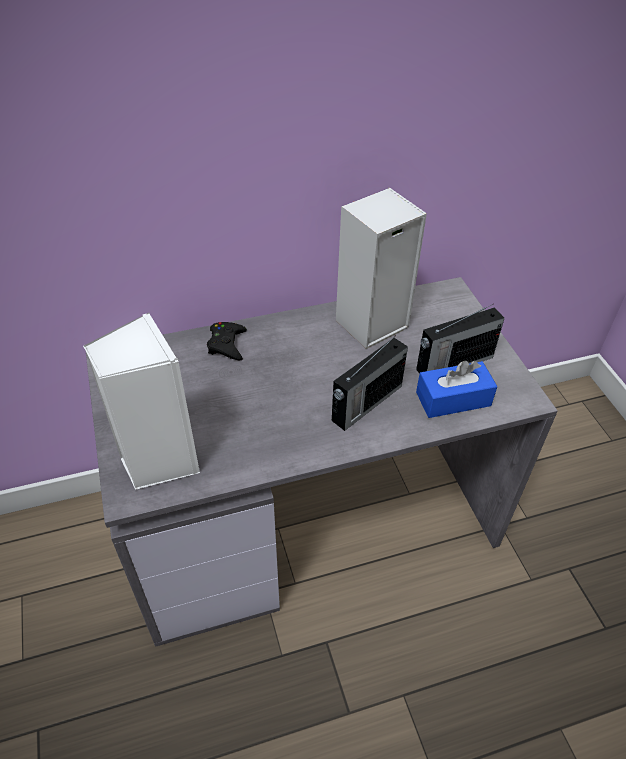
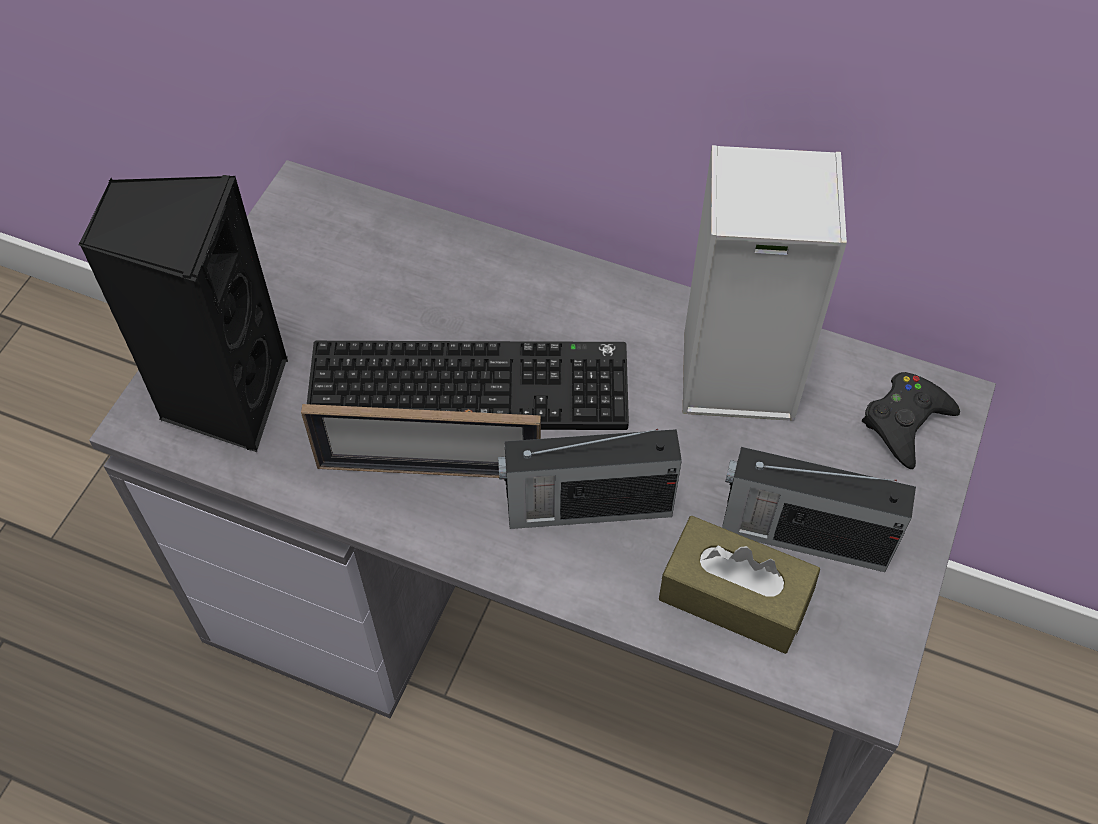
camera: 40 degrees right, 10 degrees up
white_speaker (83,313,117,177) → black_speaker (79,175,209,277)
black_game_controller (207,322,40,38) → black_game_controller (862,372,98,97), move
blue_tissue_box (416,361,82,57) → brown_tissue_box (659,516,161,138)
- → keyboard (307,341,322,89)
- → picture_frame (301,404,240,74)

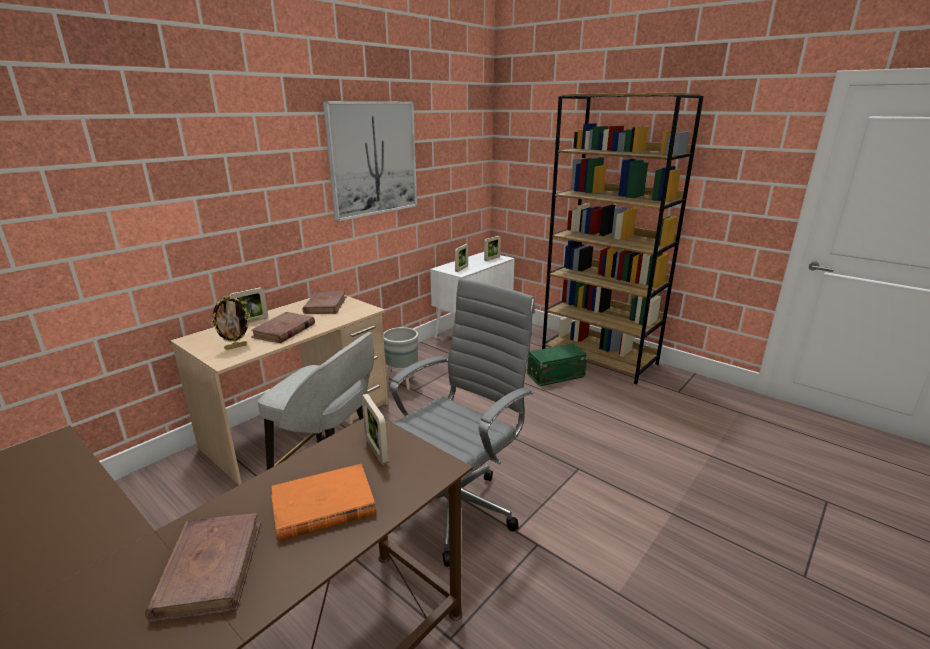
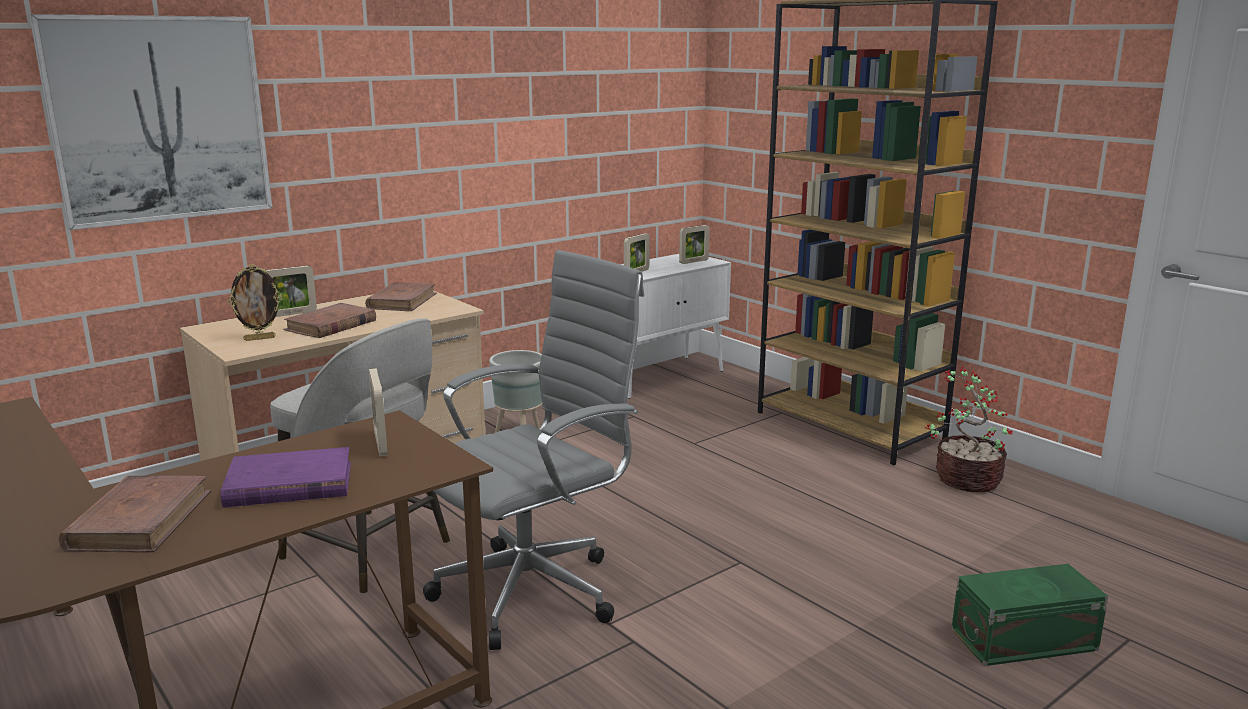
camera: 10 degrees right, 5 degrees down
picture (323,101,94,120) → picture (29,14,243,216), move
green_storage_box (527,344,60,42) → green_storage_box (952,564,156,102), move
orange_book (271,464,105,78) → purple_book (221,447,130,61)
- → potted_plant (925,366,87,126)

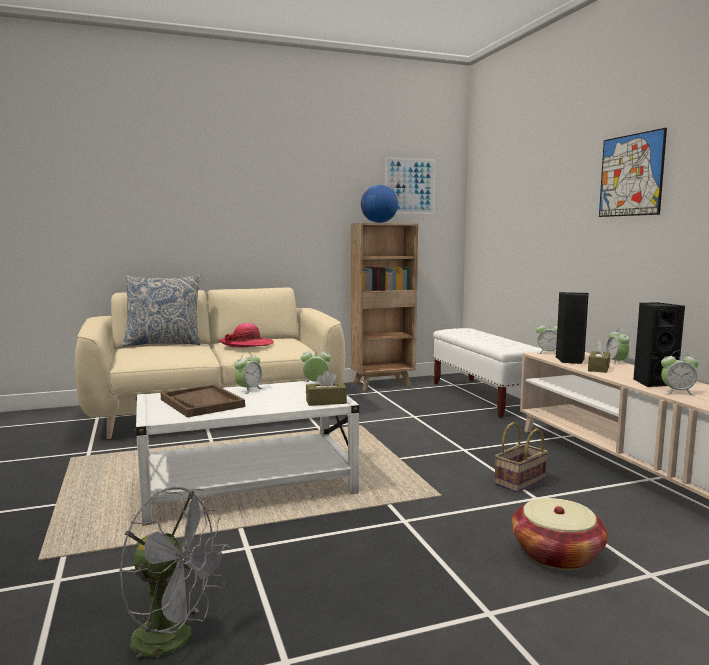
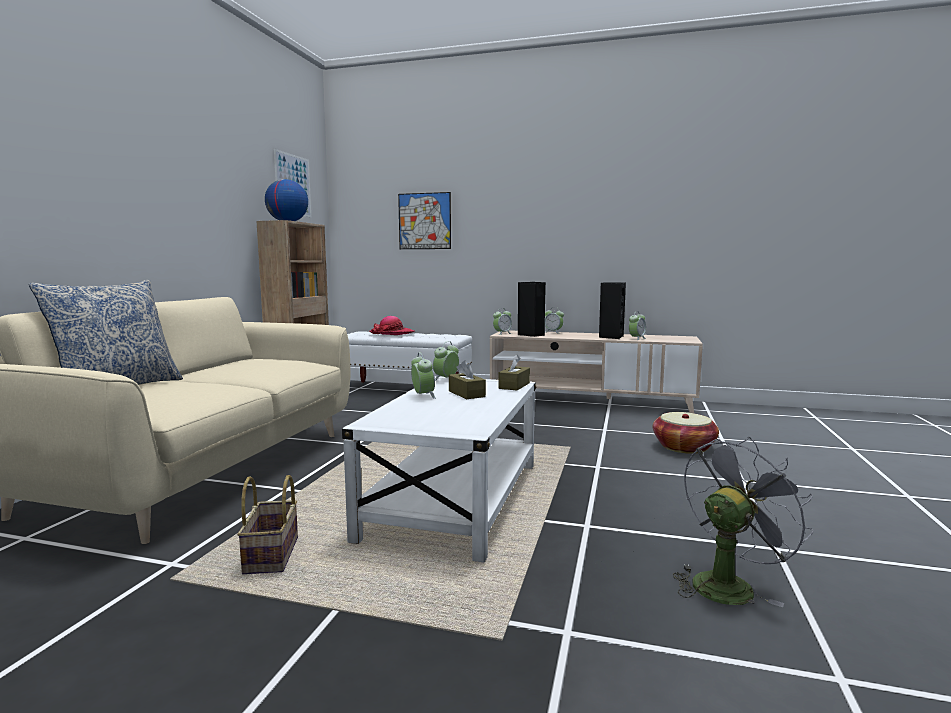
camera: 55 degrees left, 0 degrees up
picture (599,128,68,89) → picture (398,192,53,57), move
hat (219,323,55,24) → hat (369,316,46,19), move
brown_tissue_box (588,341,22,32) → brown_tissue_box (449,360,37,39), move
brown_tray (161,384,84,34) → -
basket (495,422,53,71) → basket (237,475,61,99), move

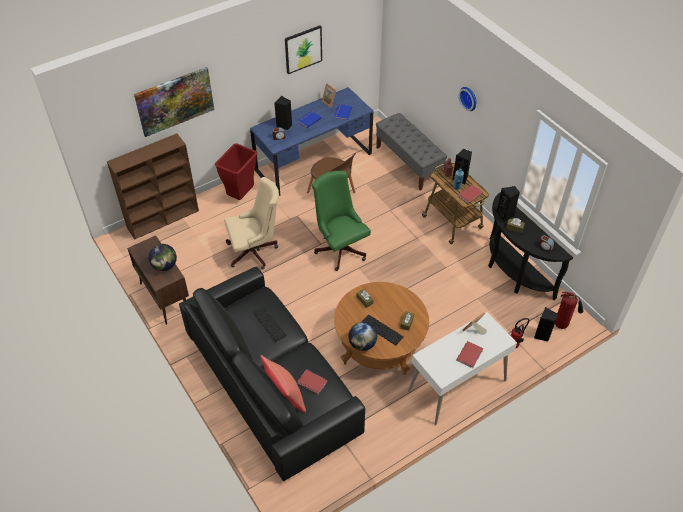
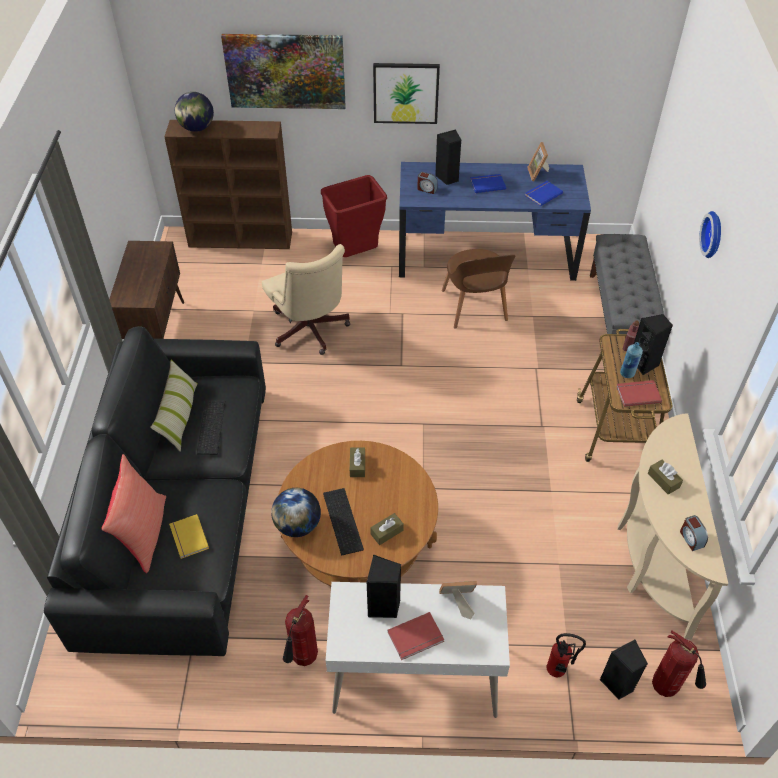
camera: 35 degrees right, 0 degrees up
picture (285,25,37,49) → picture (373,63,67,61), move
green_office_chair (312,171,59,100) → -
beige_office_chair (224,177,55,92) → beige_office_chair (262,244,88,111), 45 degrees clockwise
black_speaker (496,186,24,36) → black_speaker (367,555,34,63), move
black_console_table (488,192,85,108) → beige_console_table (617,414,111,226)
globe (149,244,28,27) → globe (175,92,39,40), move
red_book (297,369,31,25) → yellow_book (169,514,40,45)
- → pillow (150,360,48,92)
- → fire_extinguisher (283,595,35,71)

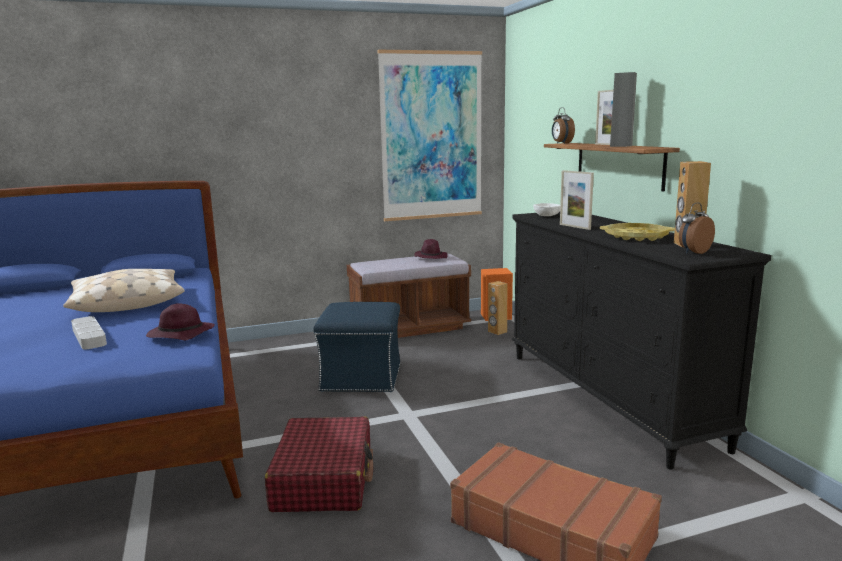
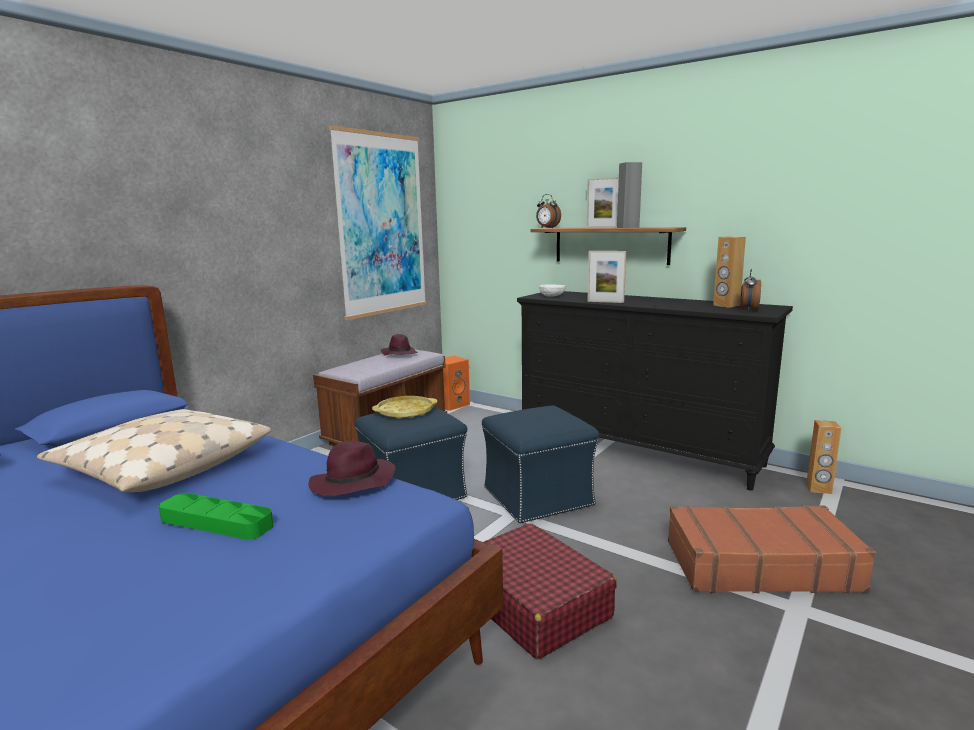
camera: 35 degrees left, 0 degrees up
yellow_tray (600,223,75,18) → yellow_tray (372,396,66,23), move
brown_speaker (488,281,19,54) → brown_speaker (806,420,35,74), move
grey_tray (71,316,36,33) → green_tray (158,493,115,47)
- → blue_ottoman (482,405,118,119)

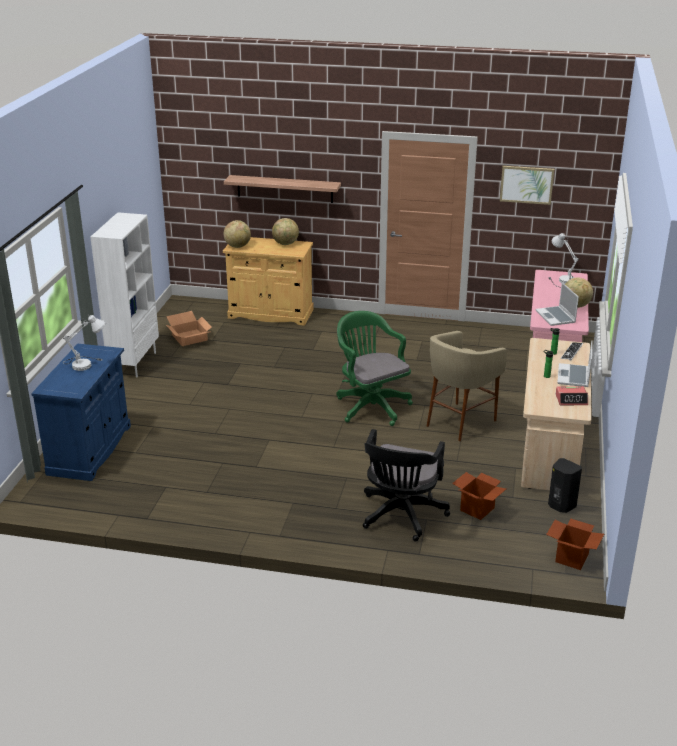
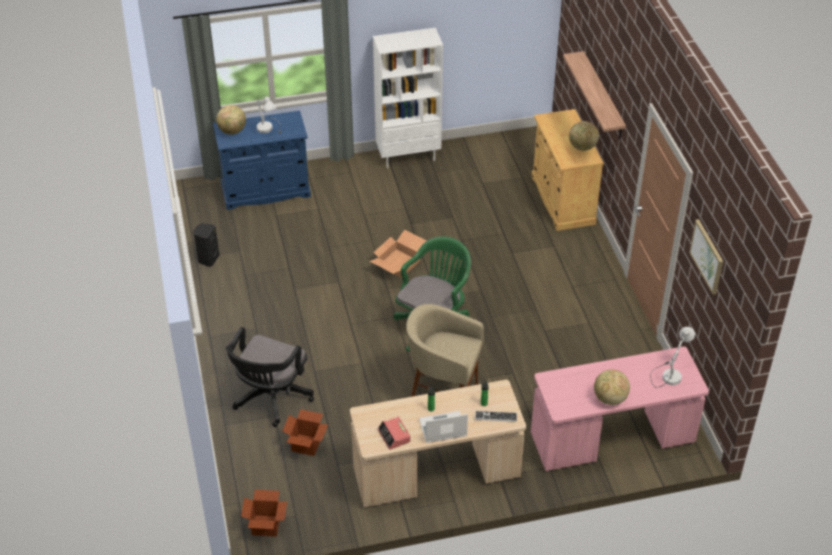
camera: 65 degrees right, 15 degrees up
globe (224,220,27,28) → globe (217,105,29,29), move
laptop (536,282,43,44) → -
cardboard_box (166,311,46,35) → cardboard_box (370,230,56,48), move
black_office_chair (363,429,87,113) → black_office_chair (226,327,88,100), 60 degrees counterclockwise
black_speaker (548,458,34,55) → black_speaker (193,223,26,44), move

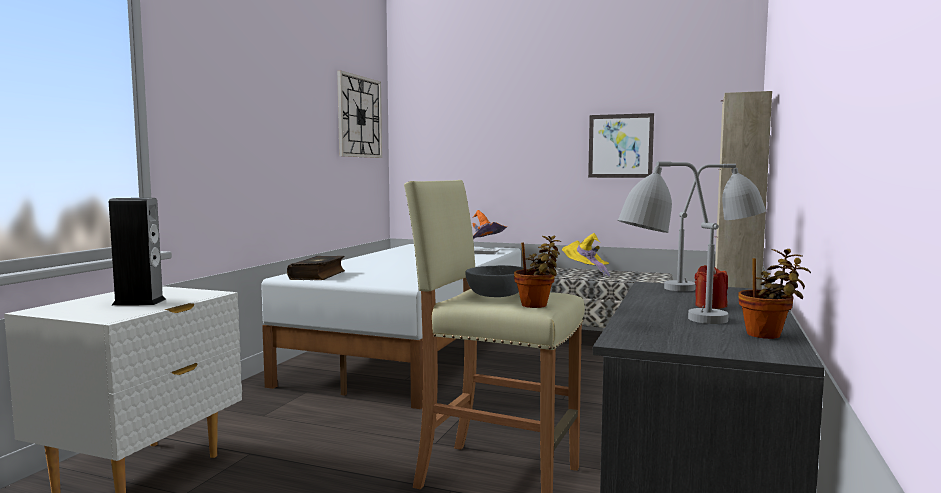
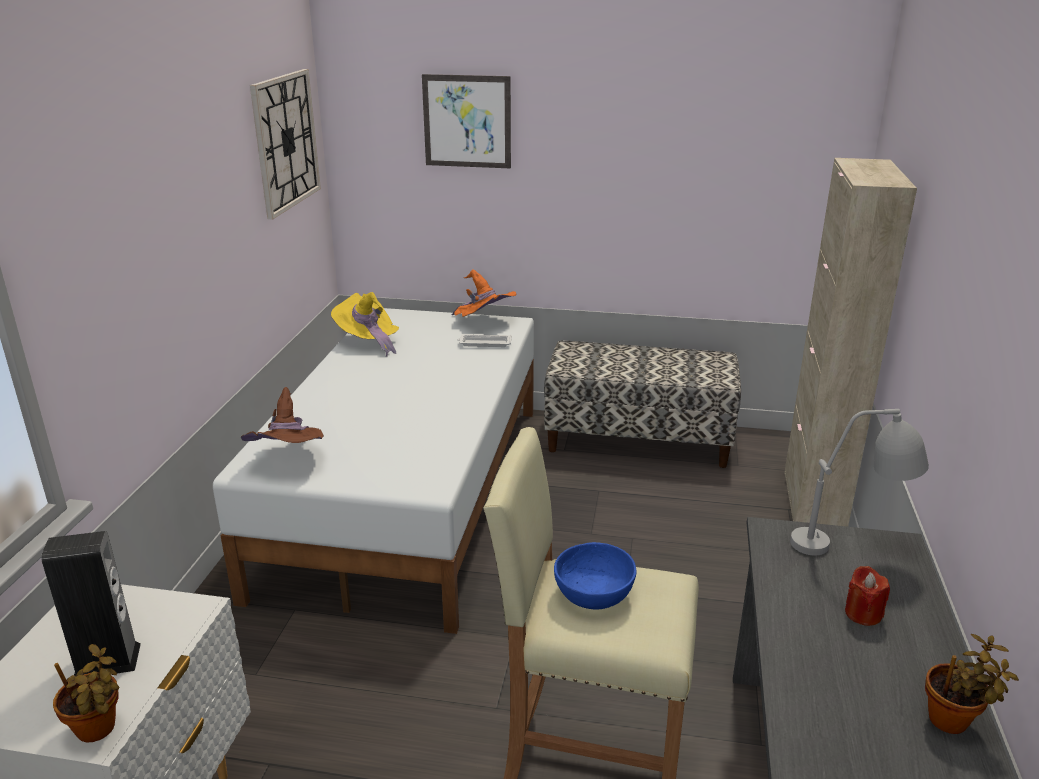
camera: 10 degrees left, 20 degrees up
picture (588,113,66,65) → picture (422,74,89,94), move
grey_table_lamp (618,161,111,163) → -
yellow_hat (562,233,48,44) → yellow_hat (331,292,68,64), move
potted_plant (514,236,47,72) → potted_plant (53,644,66,99), move
book (287,256,58,24) → brown_hat (241,387,83,56)
grey_bowl (465,265,62,32) → blue_bowl (554,542,83,67)

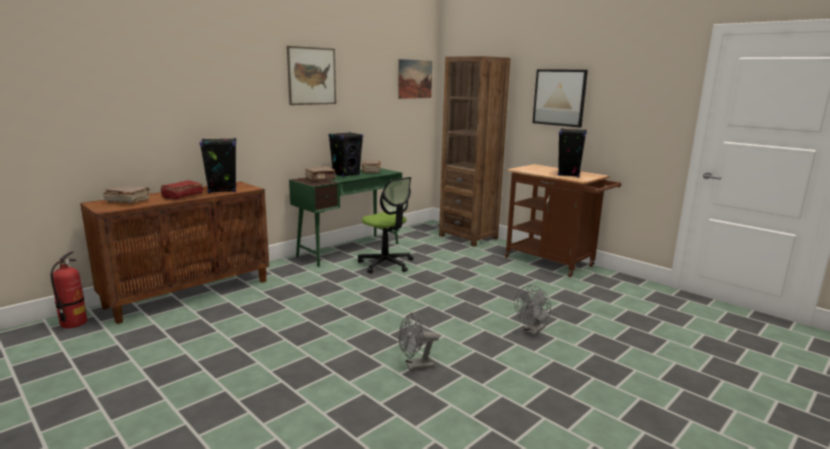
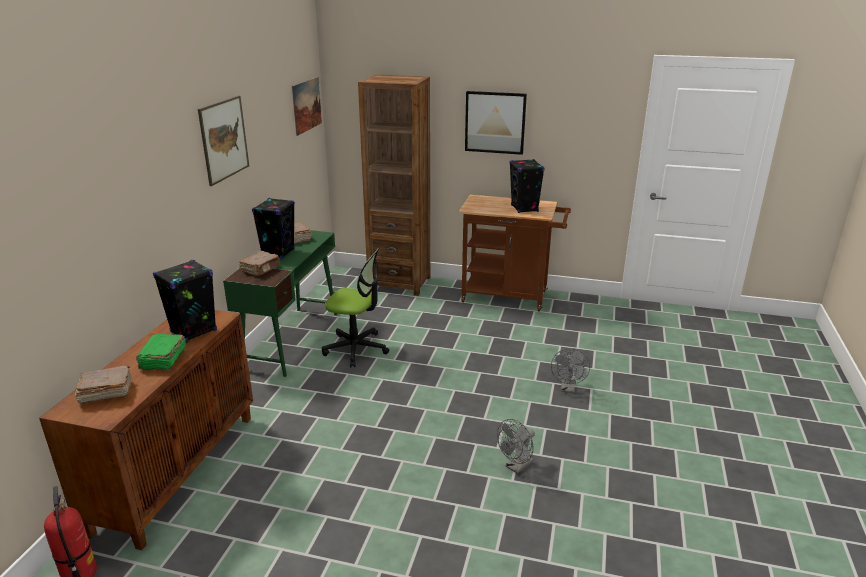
camera: 30 degrees left, 10 degrees up
red_book (160,180,43,20) → green_book (136,334,50,37)

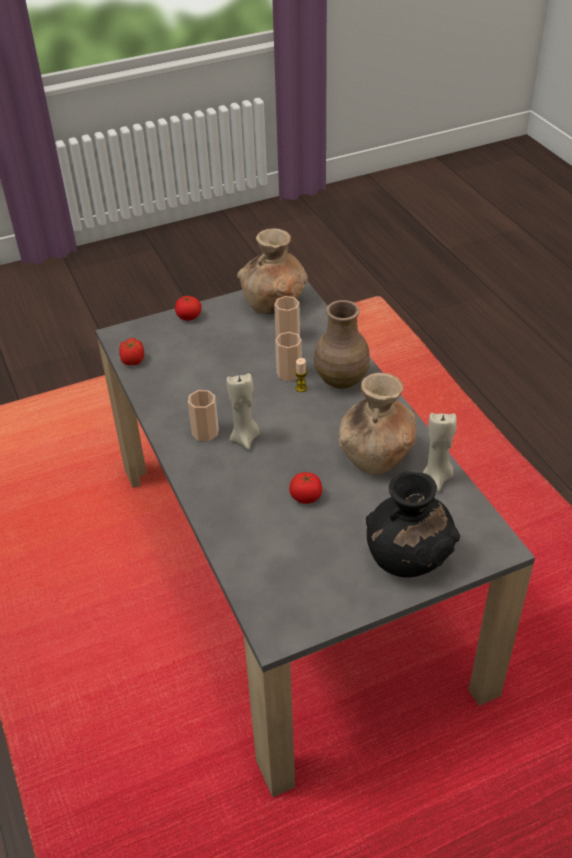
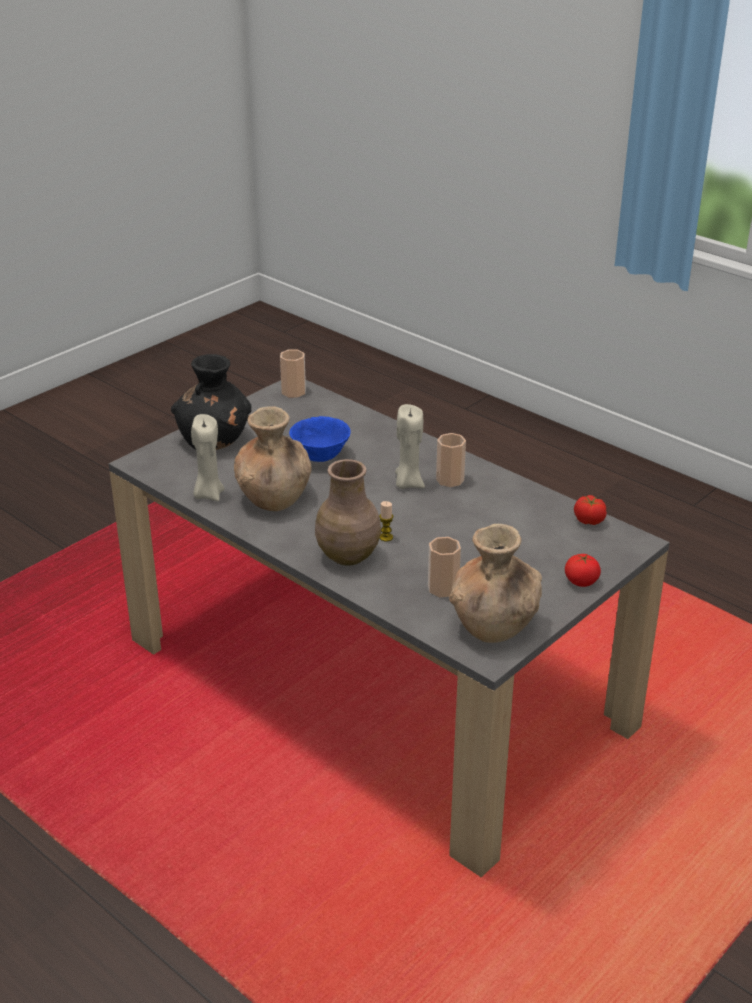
camera: 155 degrees right, 10 degrees down
cup (275,332,27,49) → cup (280,349,26,49), move
tomato (289,472,33,32) → blue_bowl (289,416,62,46)

